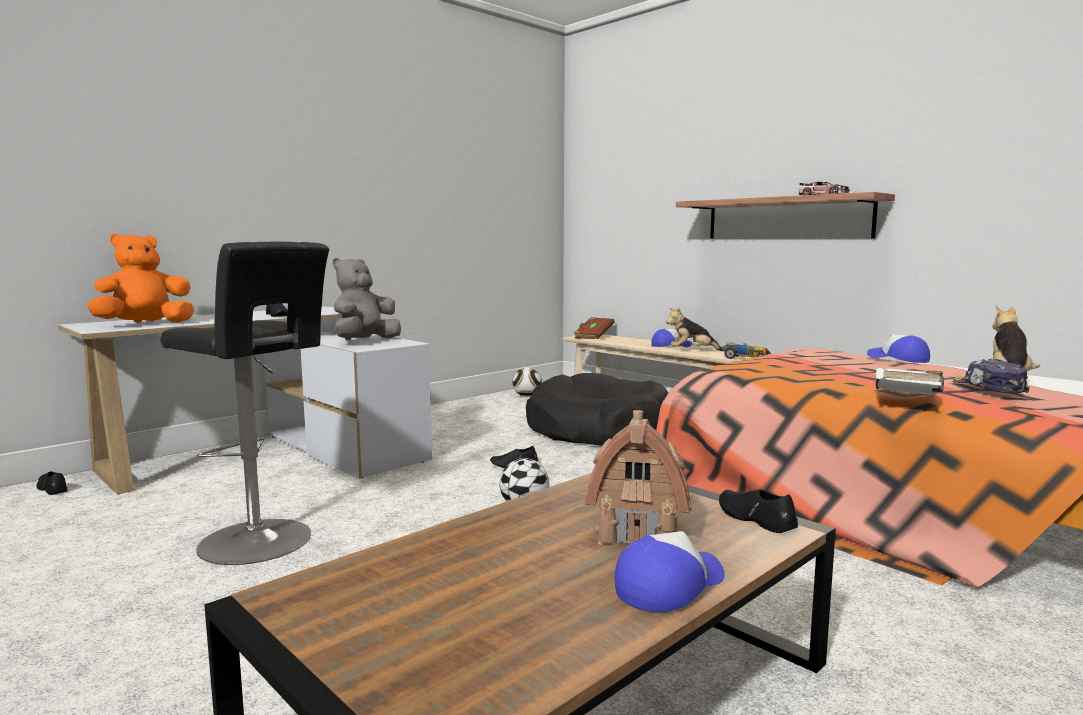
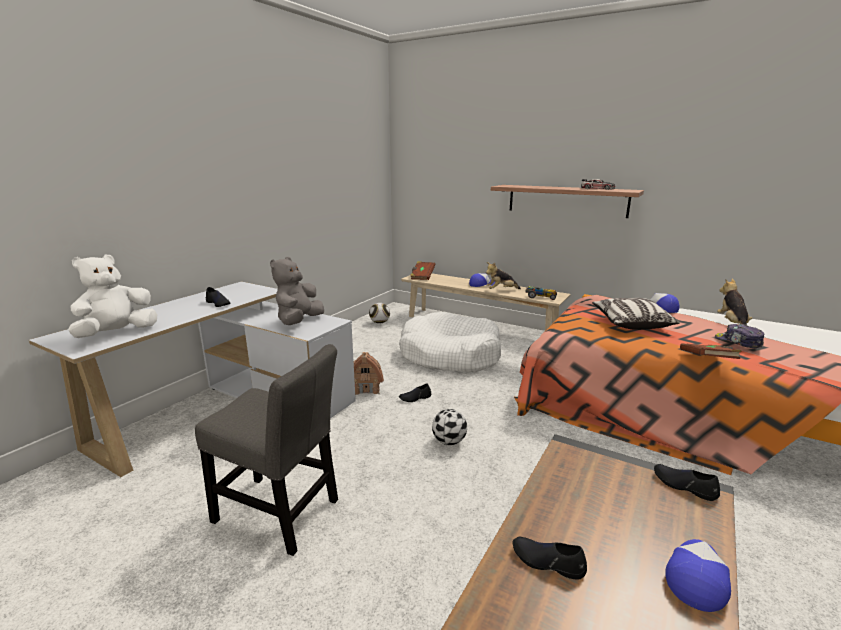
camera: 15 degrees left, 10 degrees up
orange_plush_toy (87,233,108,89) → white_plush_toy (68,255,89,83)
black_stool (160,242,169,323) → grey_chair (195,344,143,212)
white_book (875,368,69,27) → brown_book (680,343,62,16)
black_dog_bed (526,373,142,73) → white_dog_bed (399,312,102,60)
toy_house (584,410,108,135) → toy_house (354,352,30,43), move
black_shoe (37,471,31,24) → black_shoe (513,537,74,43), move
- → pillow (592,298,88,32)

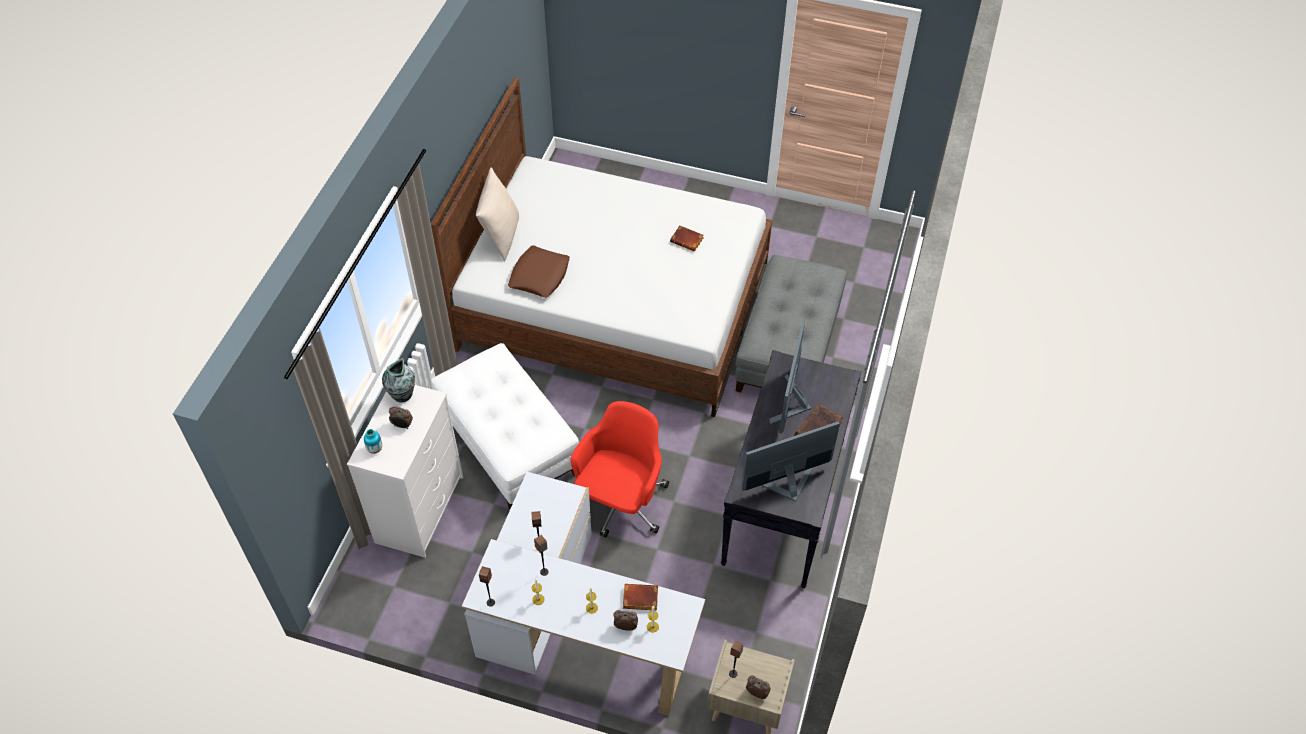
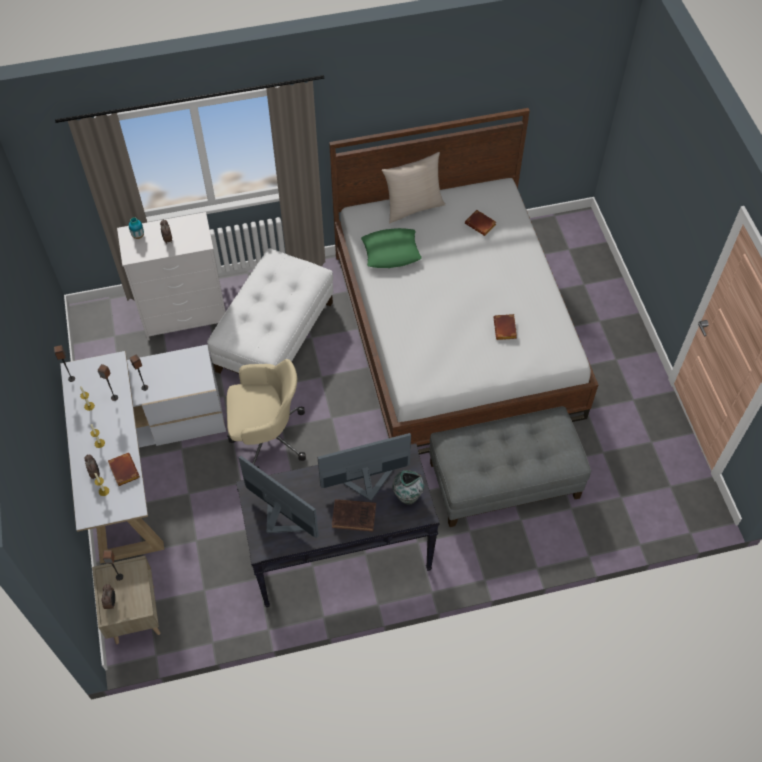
camera: 60 degrees right, 5 degrees up
brown_pillow (508,245,62,53) → green_pillow (361,228,61,40)
vase (382,358,33,44) → vase (392,470,32,34), move
red_office_chair (571,401,98,136) → beige_office_chair (226,359,80,109)
- → brown_book (465,210,31,26)

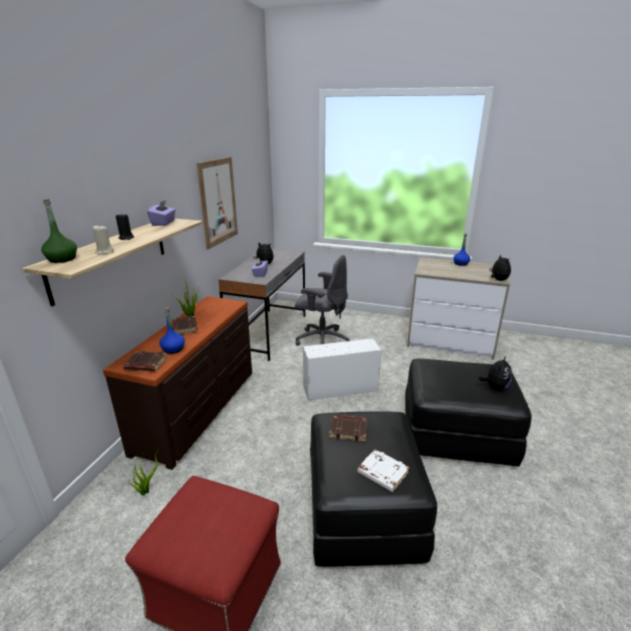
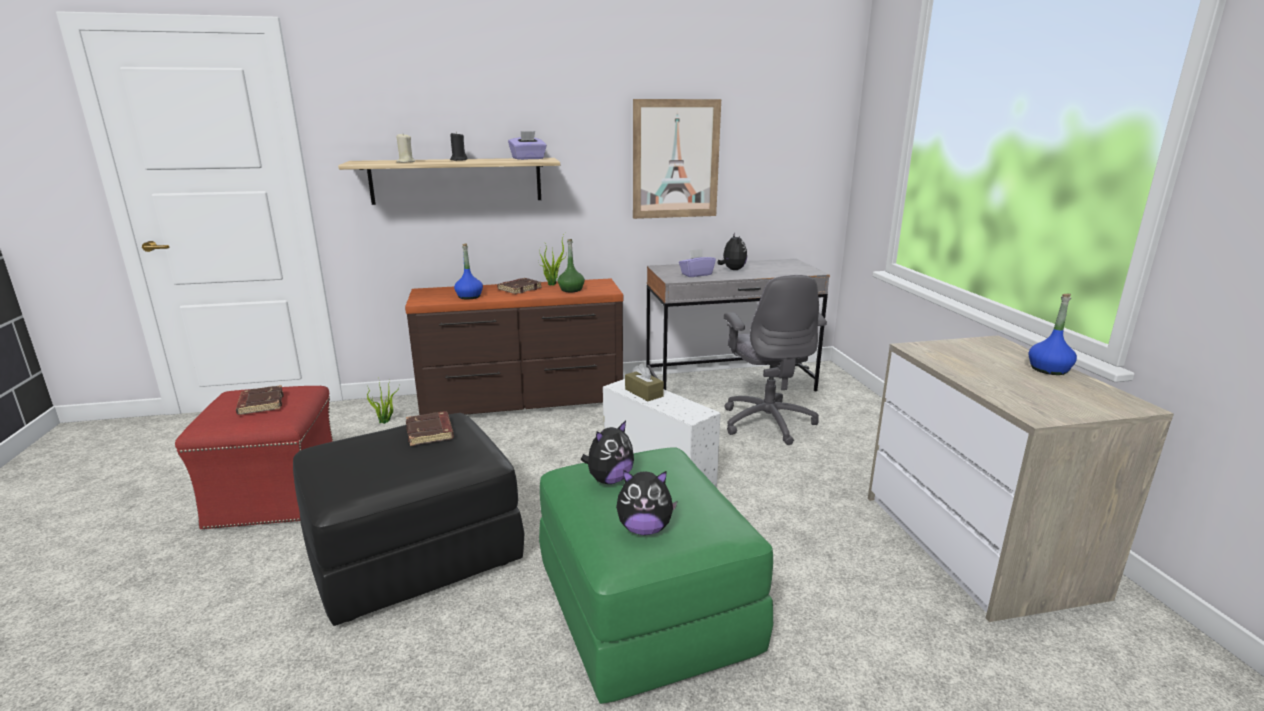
camera: 60 degrees right, 5 degrees down
green_bottle (41,199,36,64) → green_bottle (558,239,27,53), move
plush_toy (489,254,22,27) → plush_toy (581,420,53,64), move
brown_book (123,351,45,21) → brown_book (236,385,48,30), move
black_ottoman (405,359,126,108) → green_ottoman (539,447,234,257)
white_book (357,449,53,43) → -
- → brown_tissue_box (625,363,39,38)

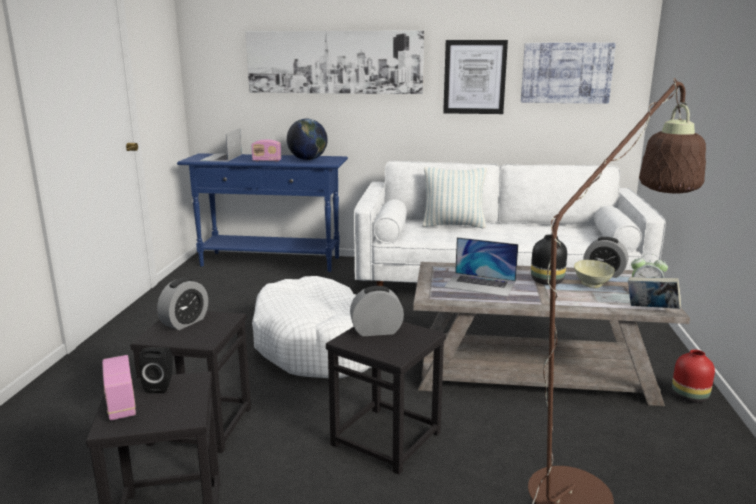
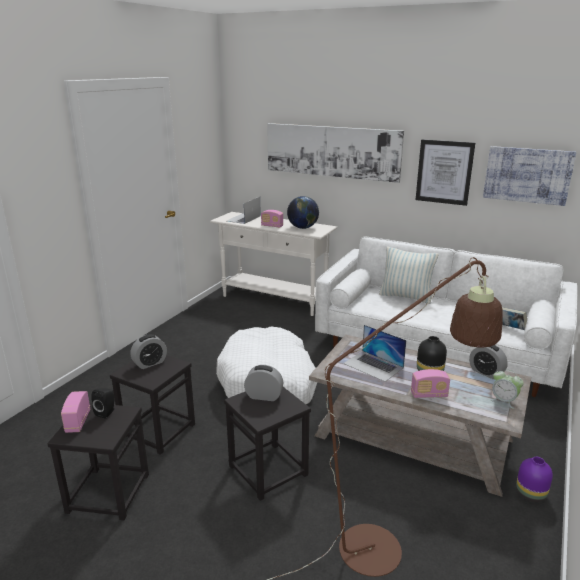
camera: 20 degrees right, 5 degrees up
blue_console_table (177,153,171,119) → white_console_table (210,212,127,104)
beige_bowl (574,260,41,28) → -
book (628,277,53,32) → book (502,307,25,23), move
red_vase (672,350,43,53) → purple_vase (516,457,37,45)
- → radio (411,369,39,29)

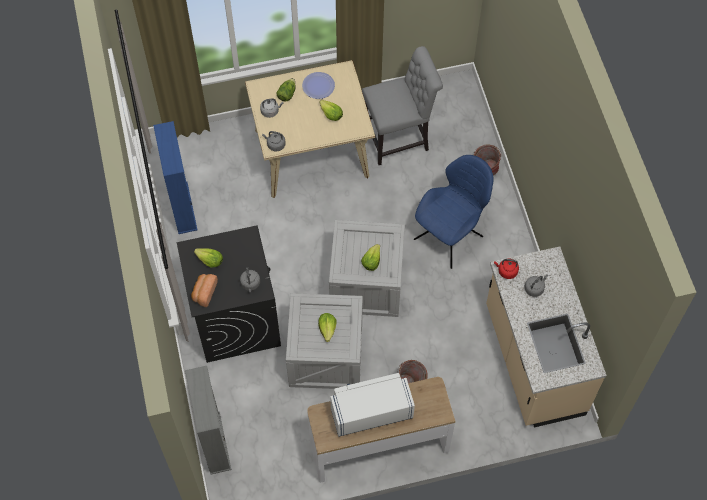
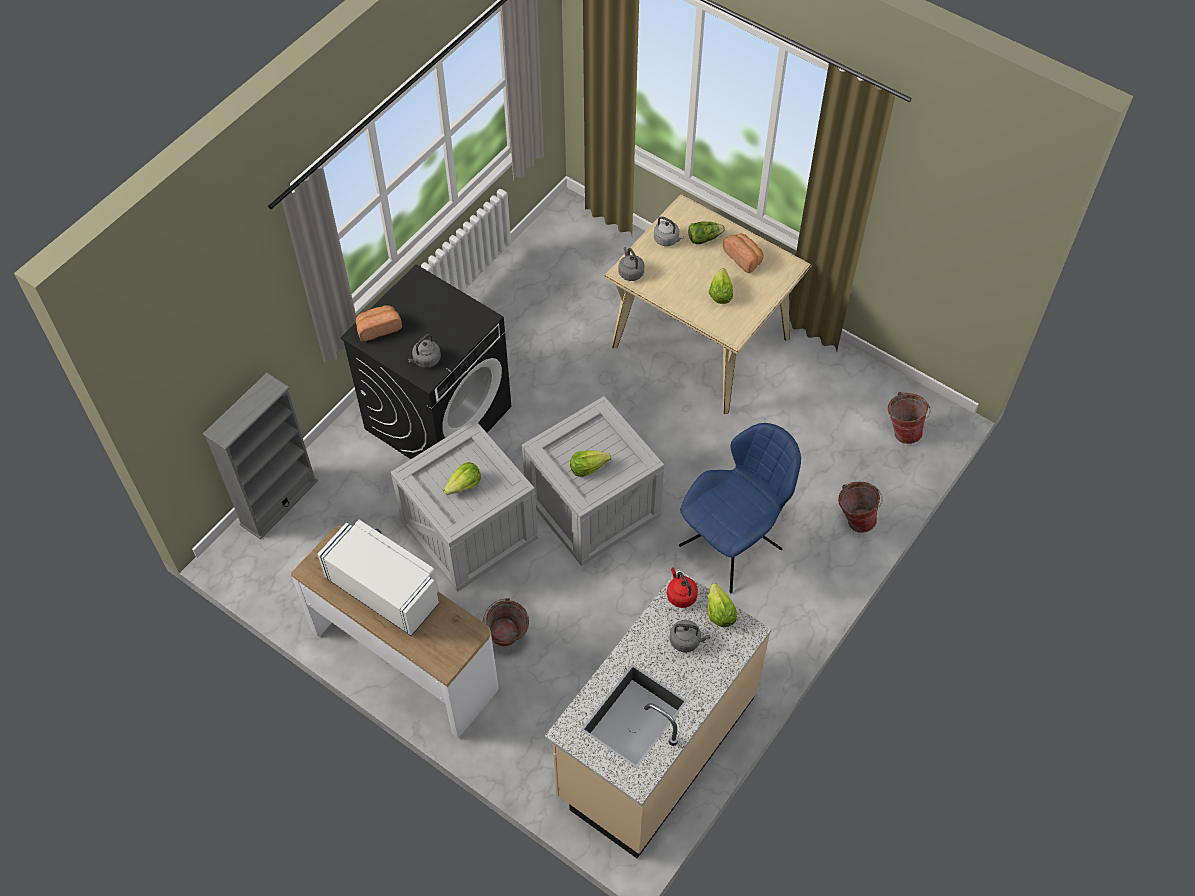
camera: 50 degrees right, 5 degrees down
grey_chair (362,46,81,119) → -
plate (302,72,33,27) → bread (723,234,40,39)
blue_bookcase (153,121,44,113) → -
blue_chair (414,155,80,114) → blue_chair (679,423,122,170), 45 degrees counterclockwise
lettuce (194,248,29,20) → lettuce (707,583,30,44), move
- → bucket (888,392,42,52)

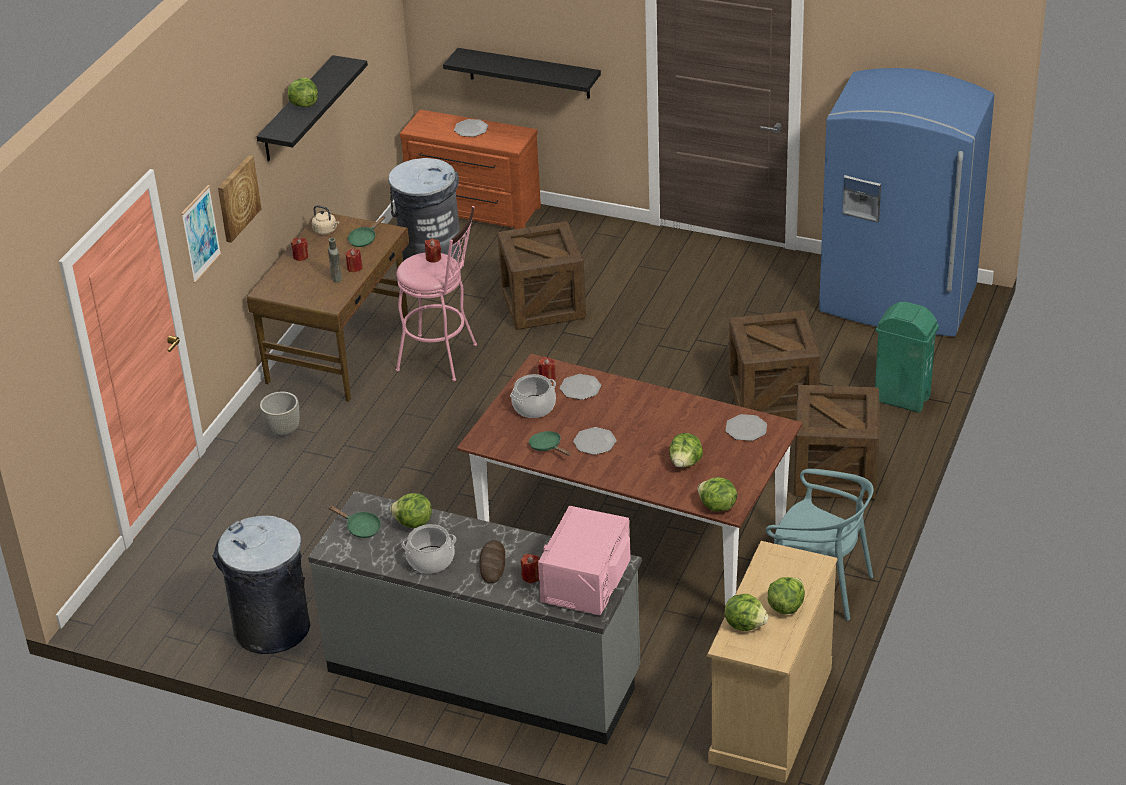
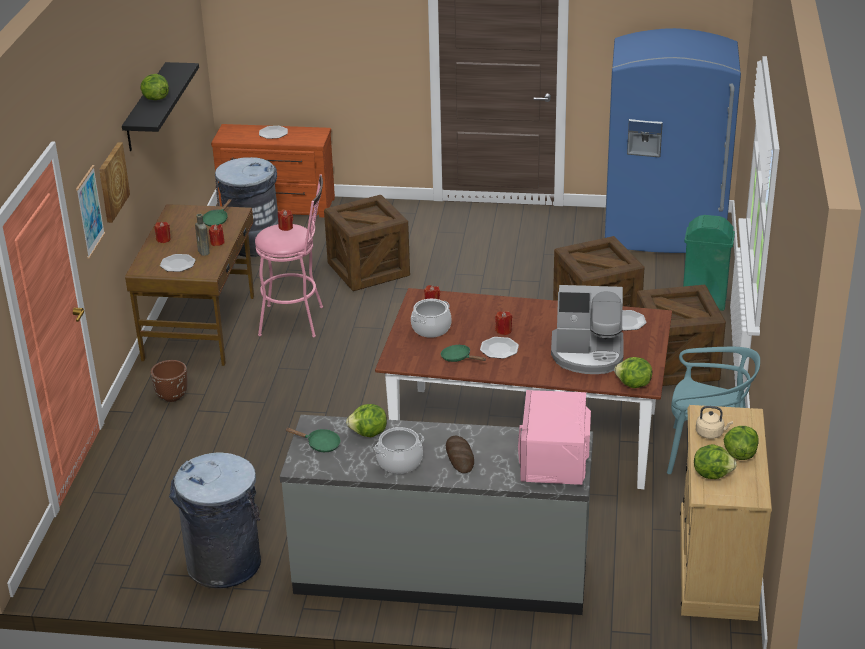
camera: 15 degrees left, 5 degrees down
black_shelf (443,48,158,50) → -
beige_kettle (312,205,27,30) → beige_kettle (696,406,37,33), move
plate (560,374,42,26) → plate (160,254,36,18), move
grey_planter (260,392,39,45) → brown_planter (151,360,37,42)
lettuce (669,433,34,35) → coffee_machine (551,285,73,89)
red_candle (521,554,18,29) → red_candle (495,311,17,24), move

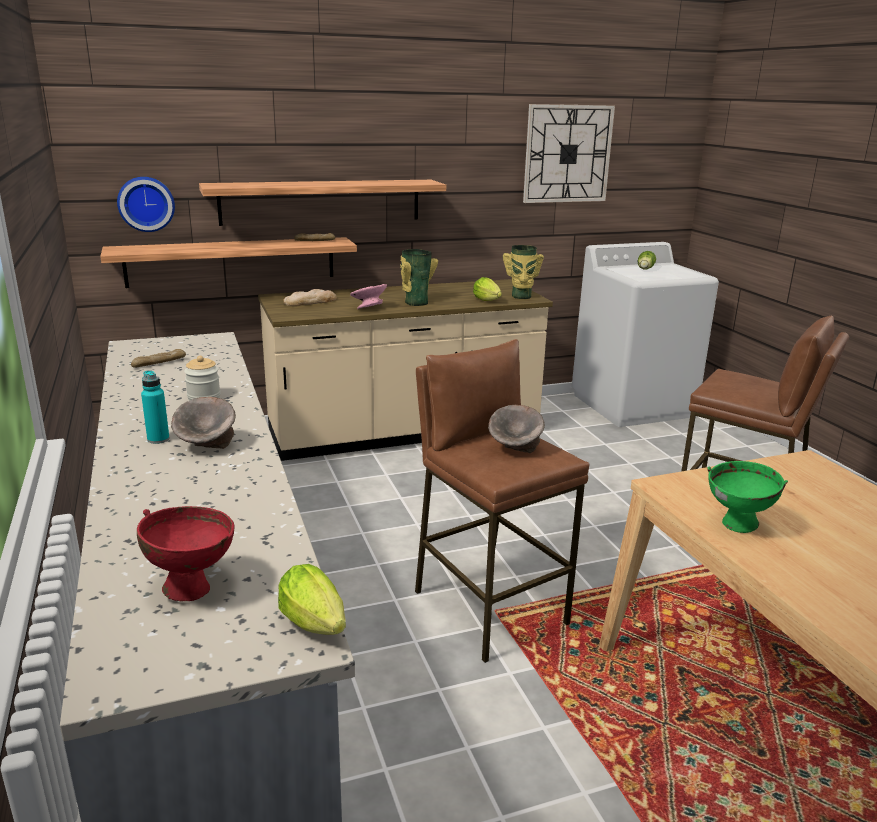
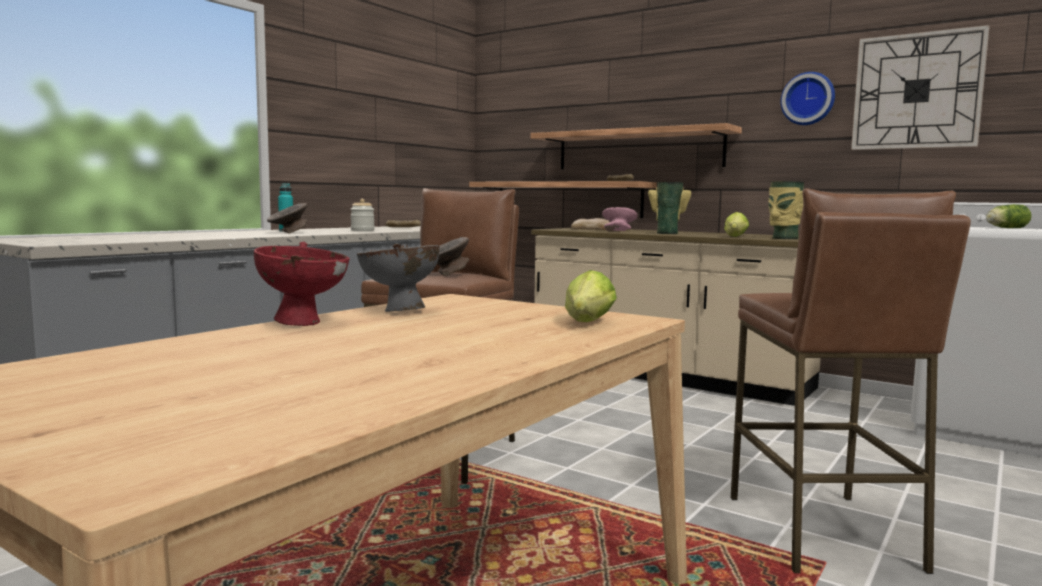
camera: 55 degrees right, 15 degrees down
wall_clock (117,177,58,55) → wall_clock (781,72,54,53), move
green_bowl (707,461,81,72) → grey_bowl (357,243,83,69)
red_bowl (137,506,97,95) → red_bowl (254,242,96,84), move
lettuce (278,564,68,71) → lettuce (565,270,52,52), move

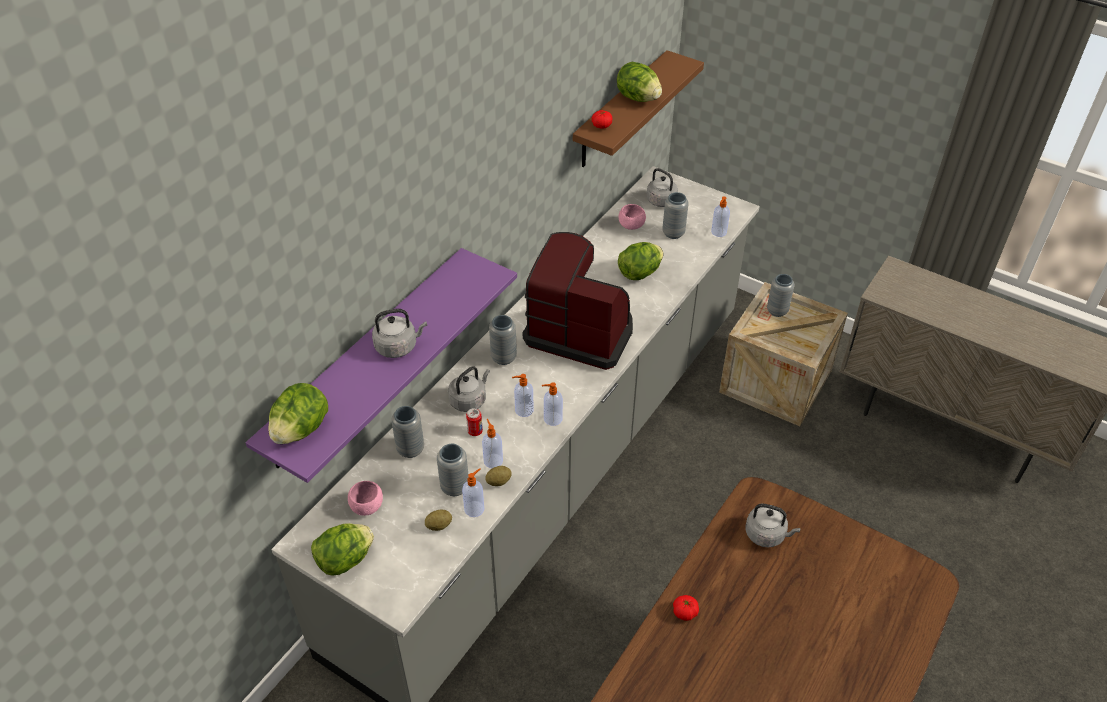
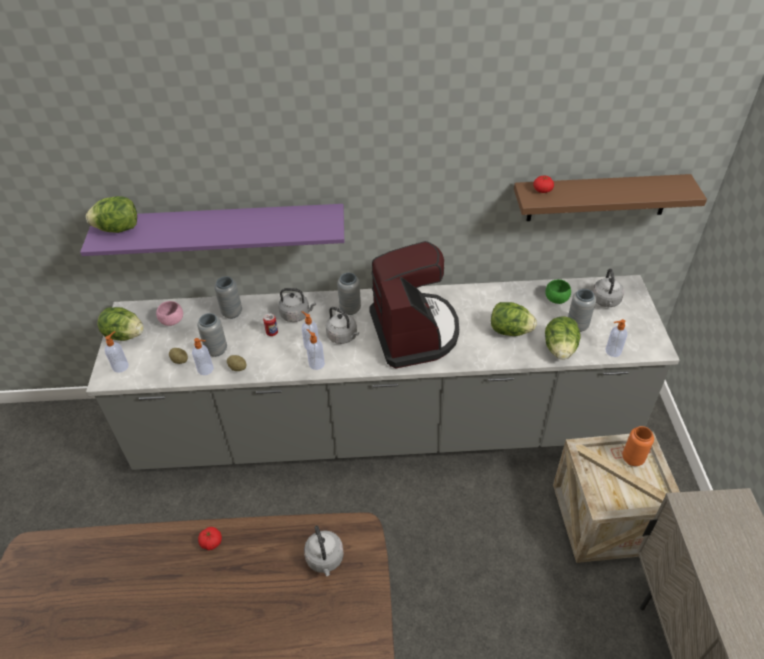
camera: 55 degrees right, 0 degrees up
lettuce (617,61,45,41) → lettuce (545,316,35,44), move
pink_bowl (619,204,27,26) → green_bowl (545,279,26,25)
grey_vase (767,274,27,43) → orange_vase (622,426,32,40)
grey_kettle (372,309,55,49) → grey_kettle (326,307,33,37), move
soap_dispenser (482,419,21,49) → soap_dispenser (105,331,24,42), move

